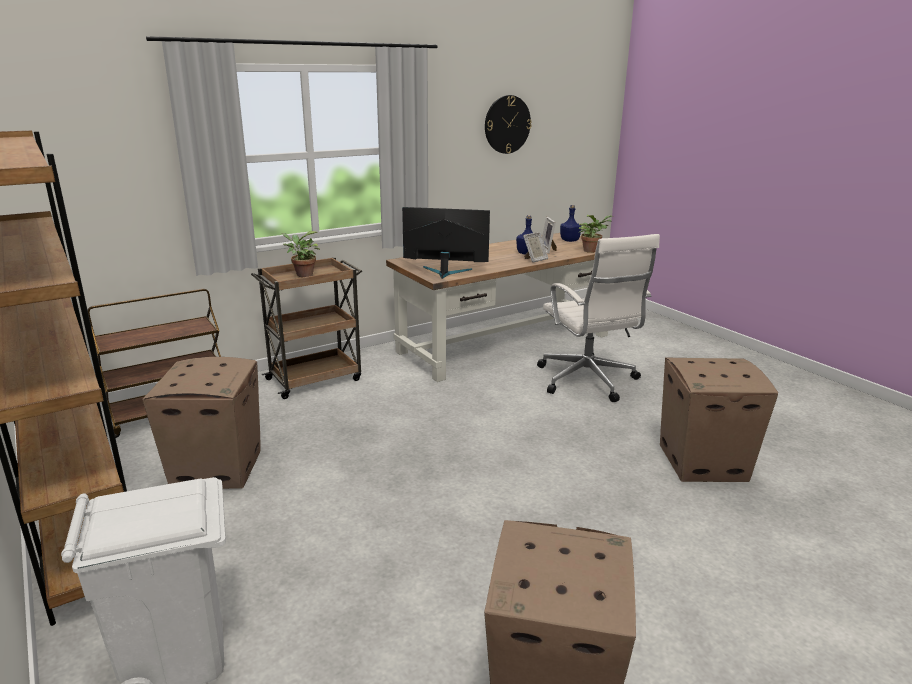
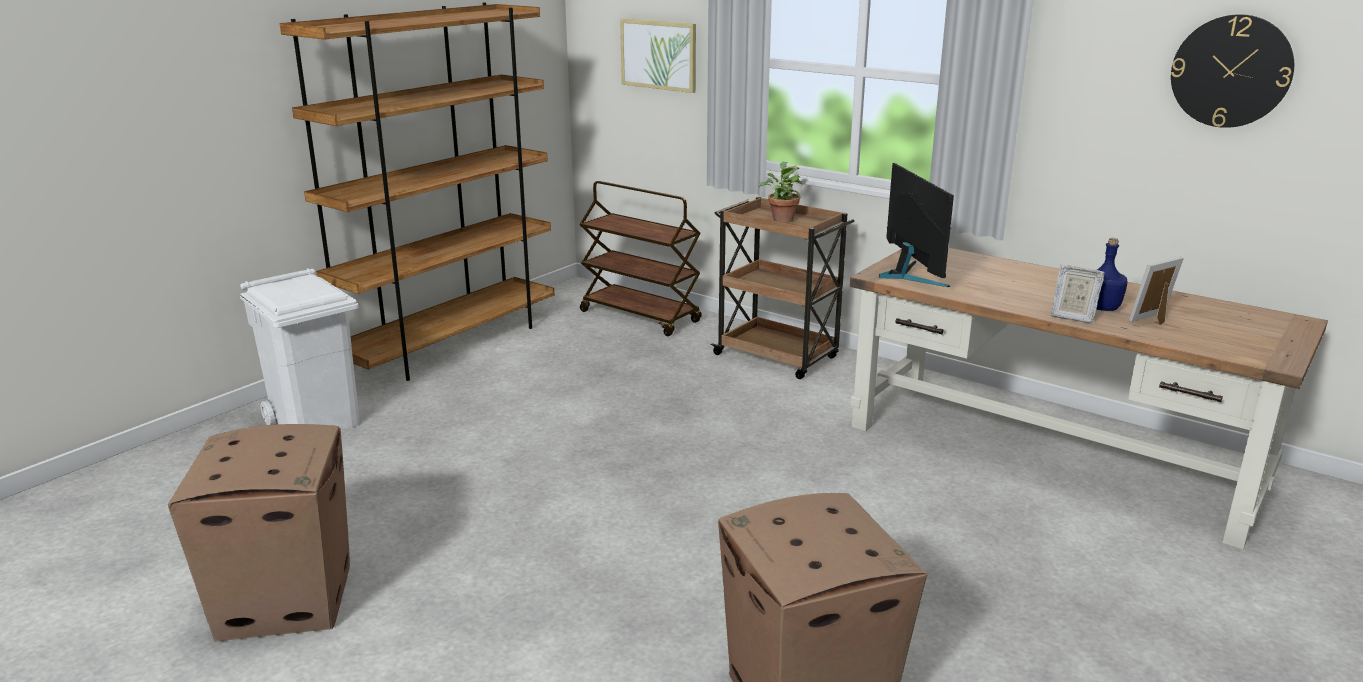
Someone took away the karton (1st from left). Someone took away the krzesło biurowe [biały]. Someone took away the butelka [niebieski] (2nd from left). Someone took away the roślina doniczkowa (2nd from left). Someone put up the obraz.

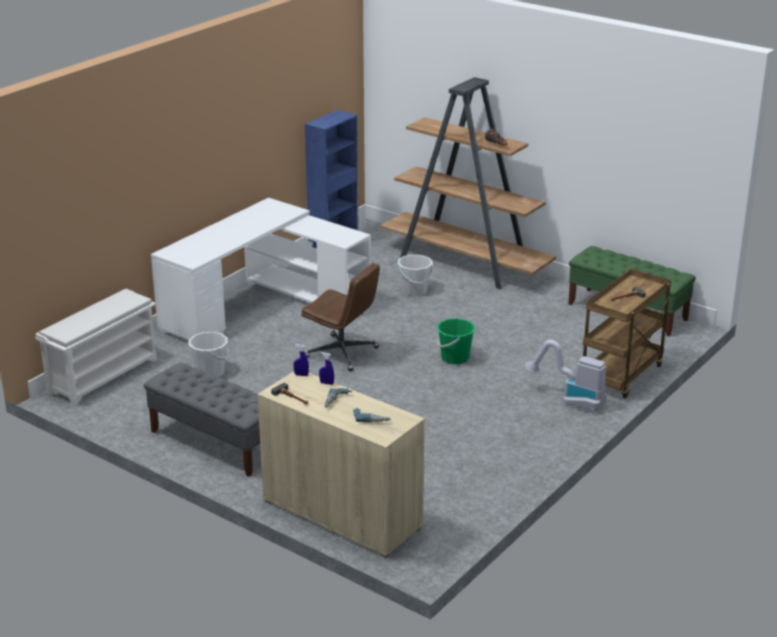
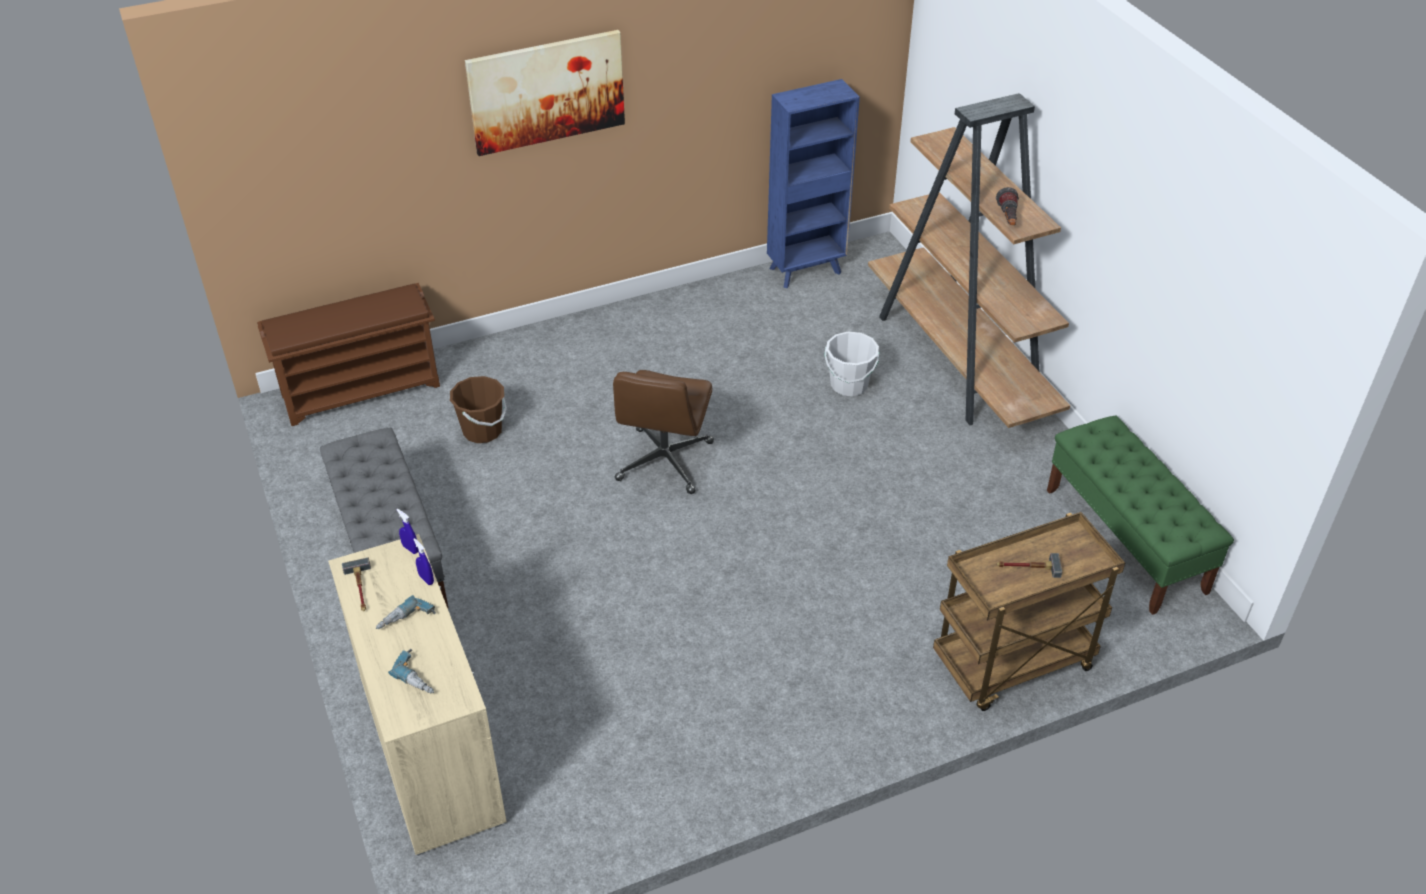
Someone repainted the regał na buty [biały], which became the regał na buty [brązowy]. Someone took away the biurko [biały]. Someone repainted the wiadro [biały] (1st from left), which became the wiadro [brązowy]. Someone rotated the krzesło biurowe [brązowy] by 45 degrees clockwise. Someone took away the wiadro [zielony]. Someone took away the odkurzacz. Someone put up the obraz.

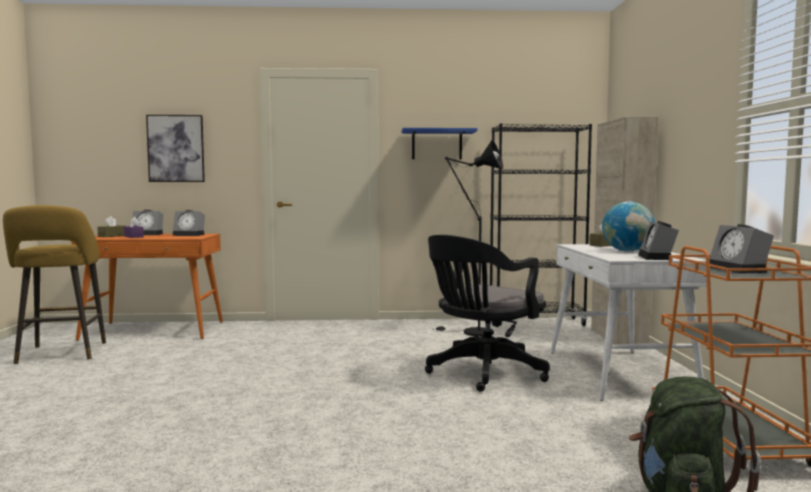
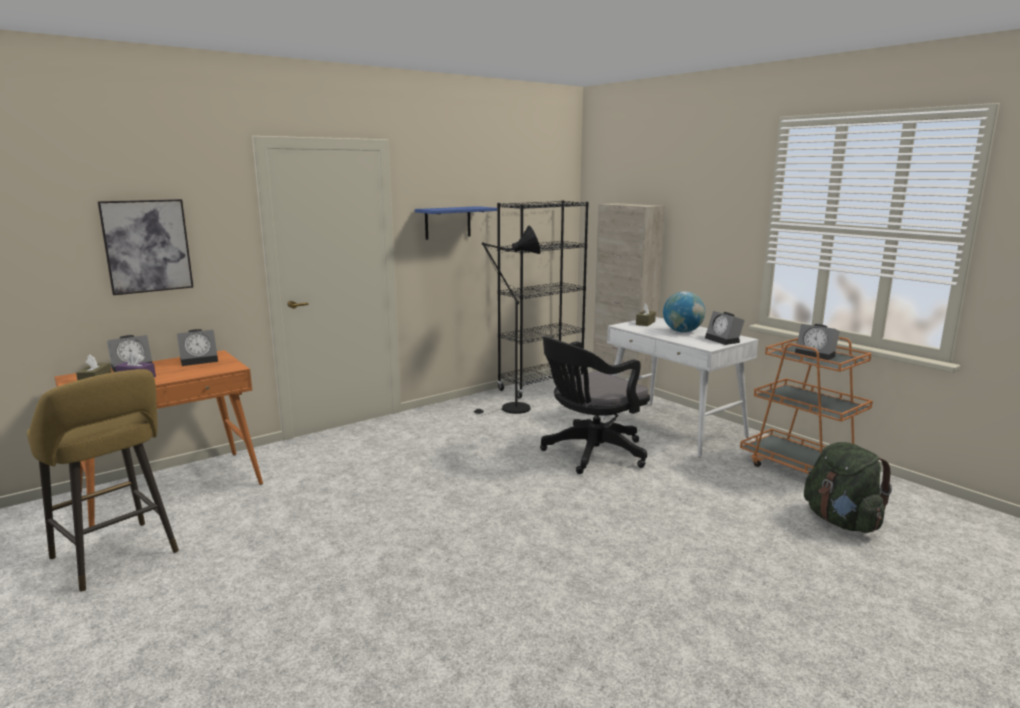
Someone rotated the krzesło biurowe [czarny] by 45 degrees clockwise.

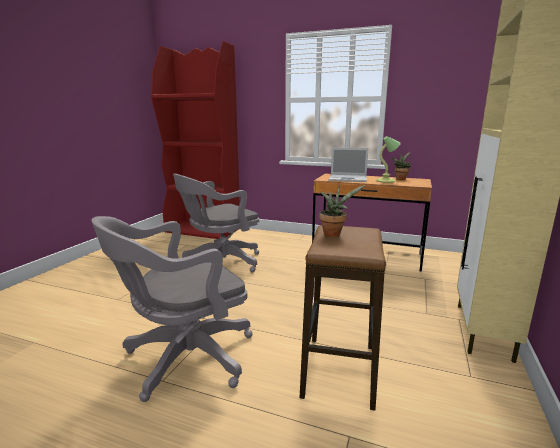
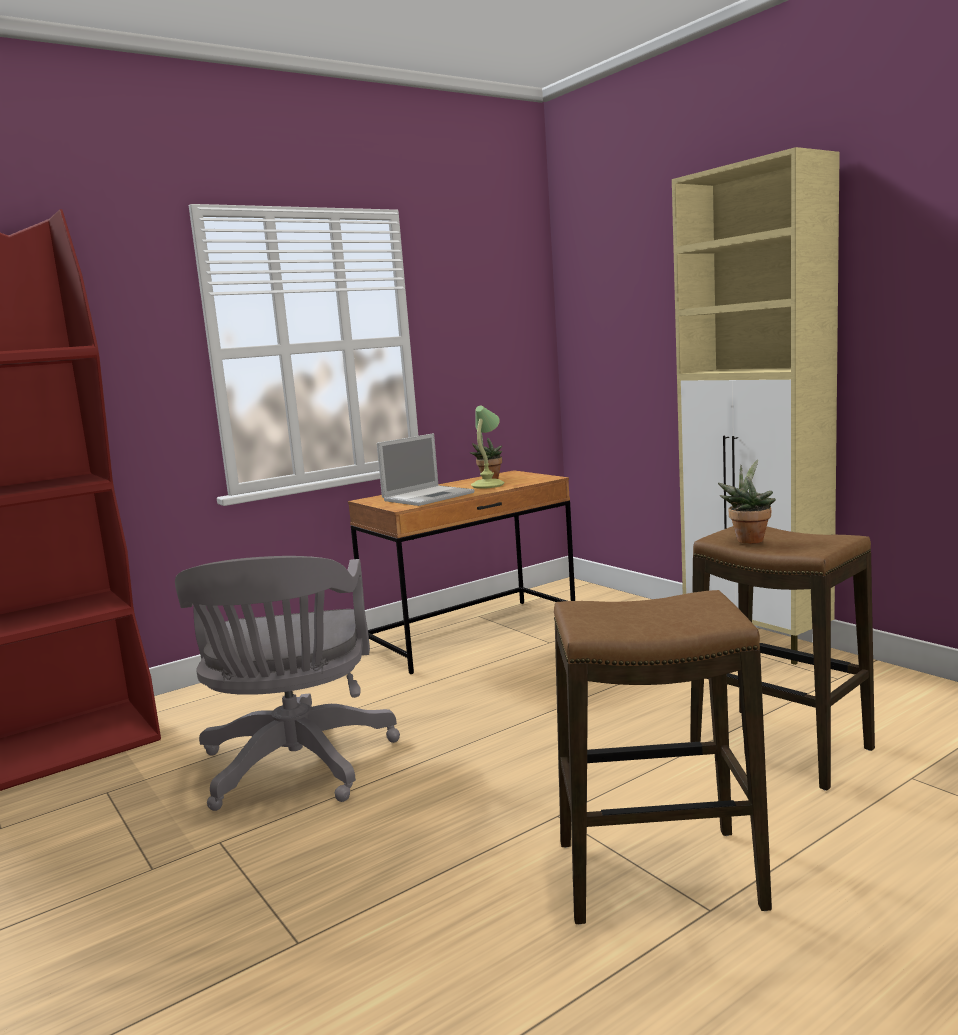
Someone swapped the krzesło biurowe [szary] (1st from left) for the stołek (1st from left).

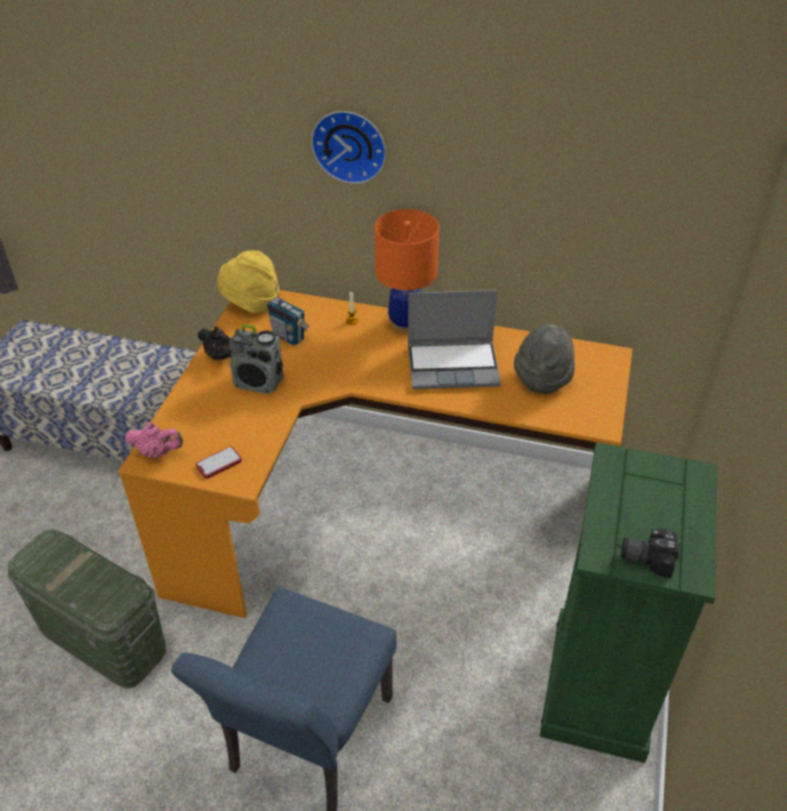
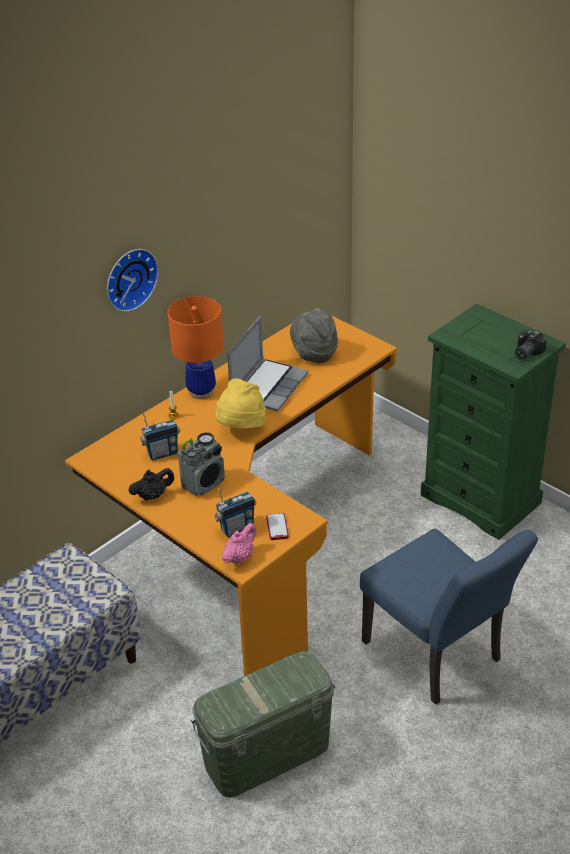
Someone carried the kapelusz [żółty]. Someone put down the radio (3rd from left).

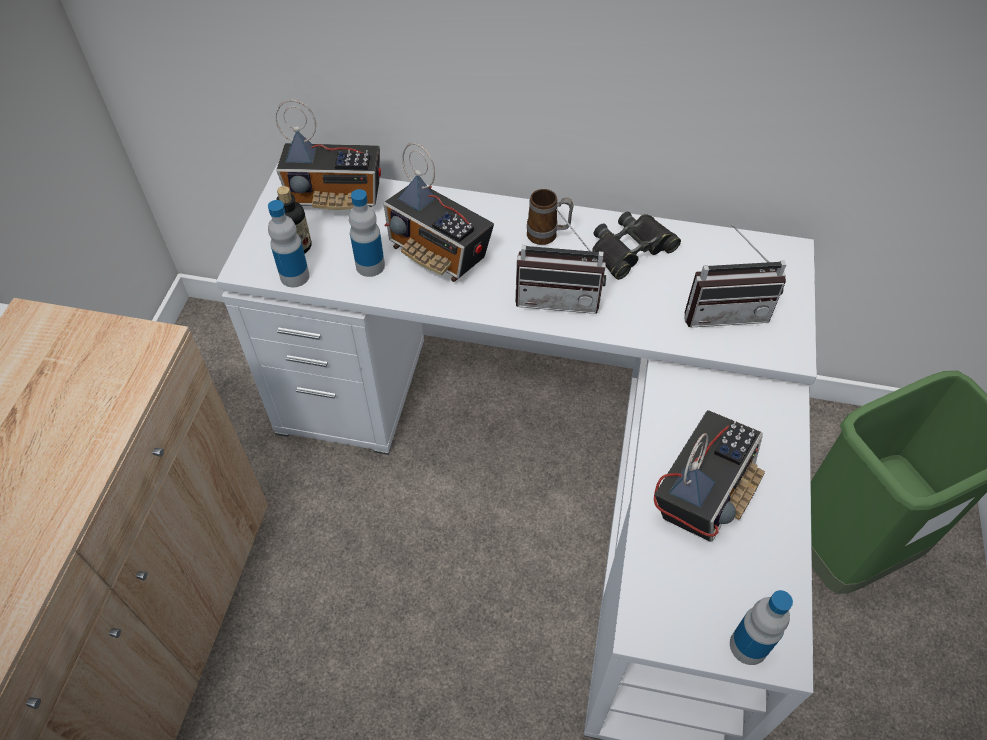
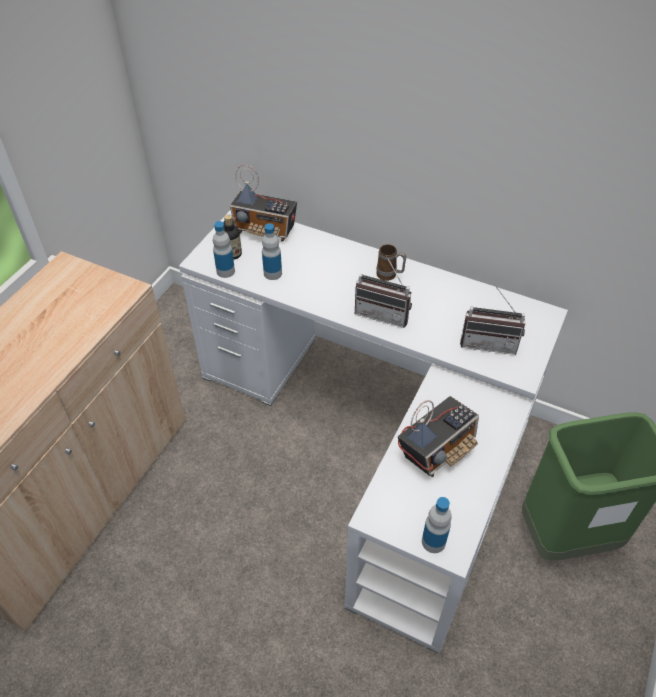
Someone took away the radio (2nd from left). Someone took away the lornetka [czarny].

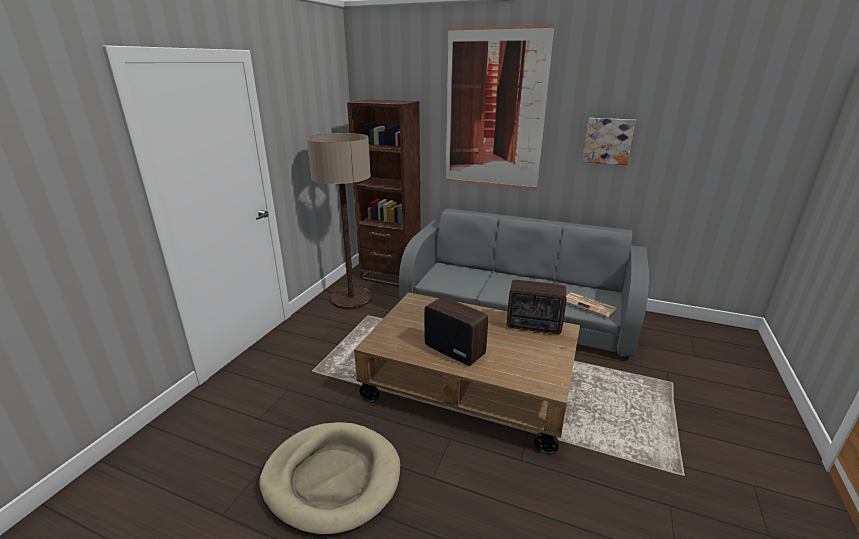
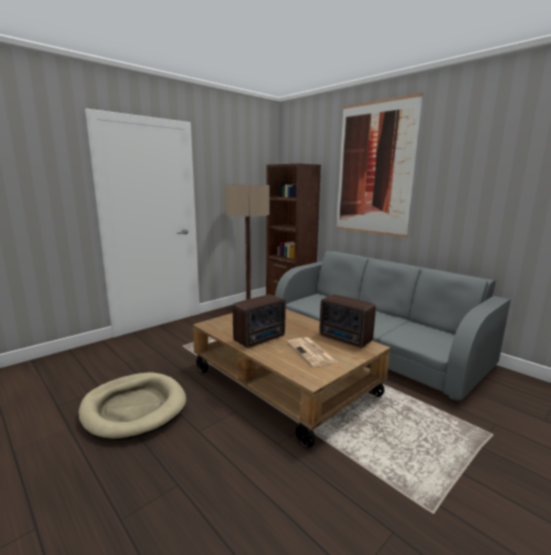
Someone rotated the radio (1st from left) by 75 degrees clockwise. Someone carried the gazeta. Someone took away the obraz (2nd from left).

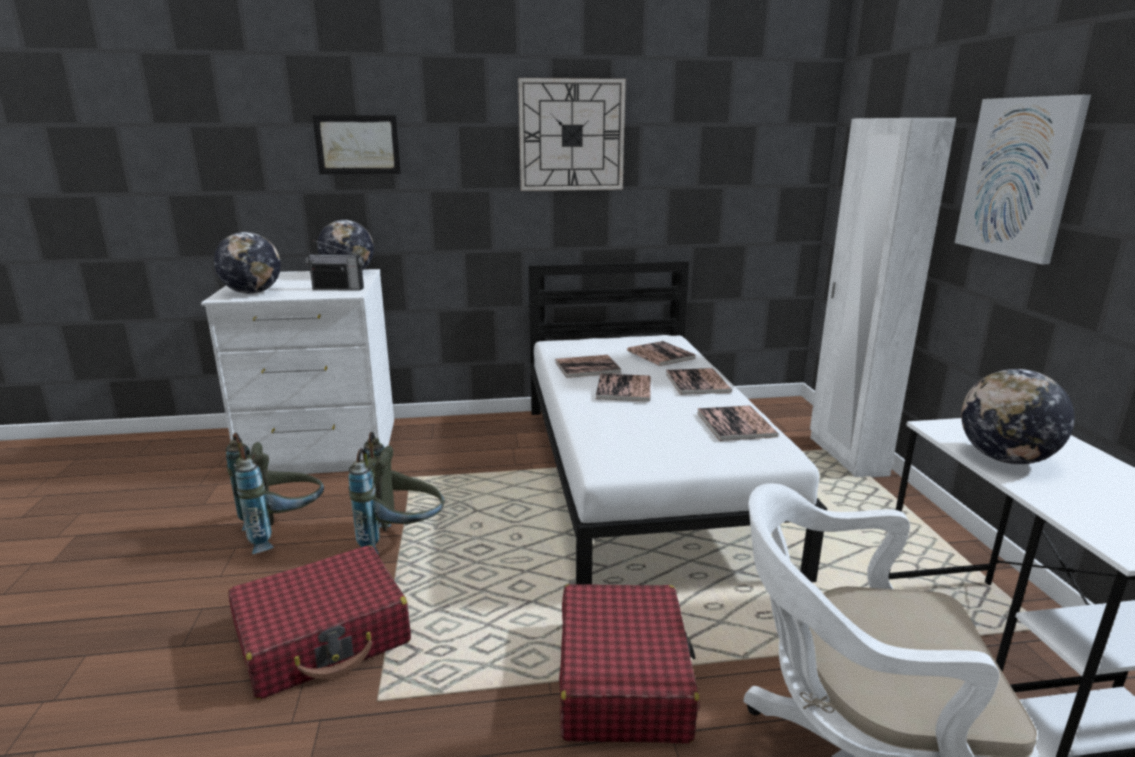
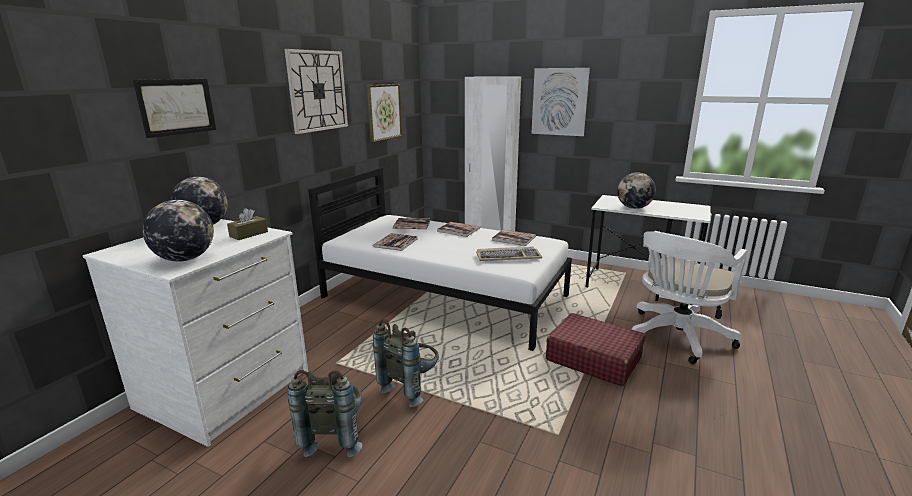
Someone took away the walizka [czerwony] (1st from left). Someone swapped the radio for the pudełko chusteczek [brązowy]. Someone took away the książka (2nd from left). Someone put up the obraz (2nd from left). Someone put down the klawiatura.

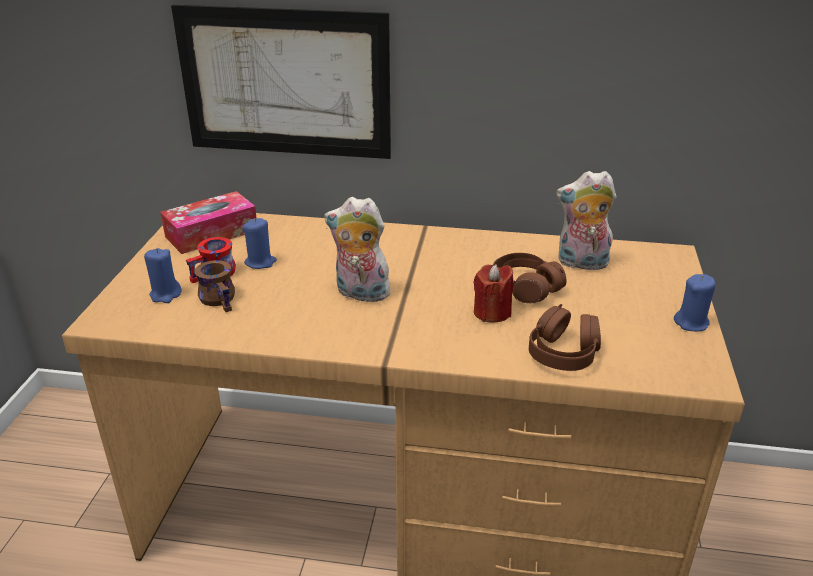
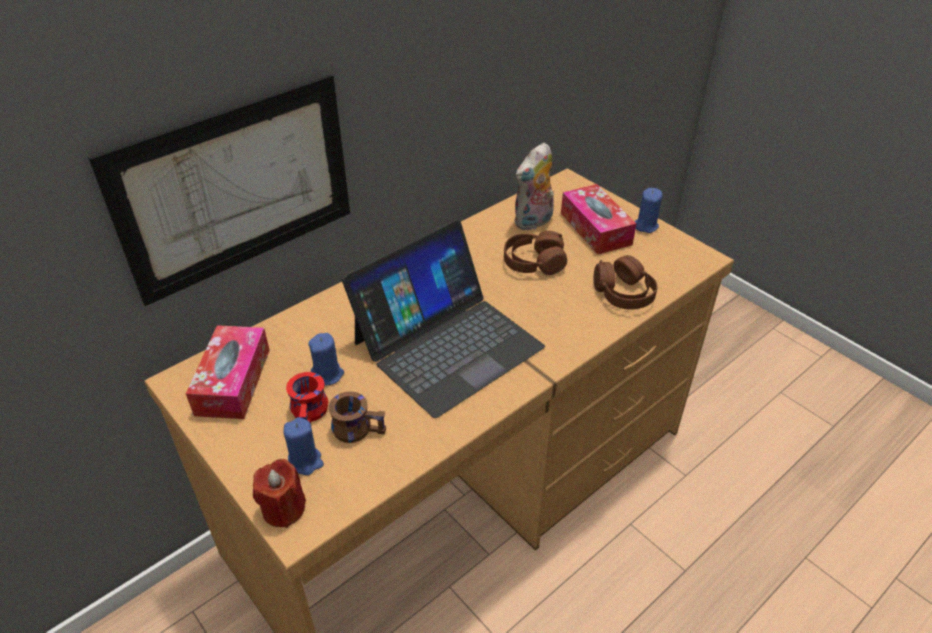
Someone swapped the pluszak (1st from left) for the laptop. Someone carried the świeca [czerwony]. Someone put down the pudełko chusteczek (2nd from left).

